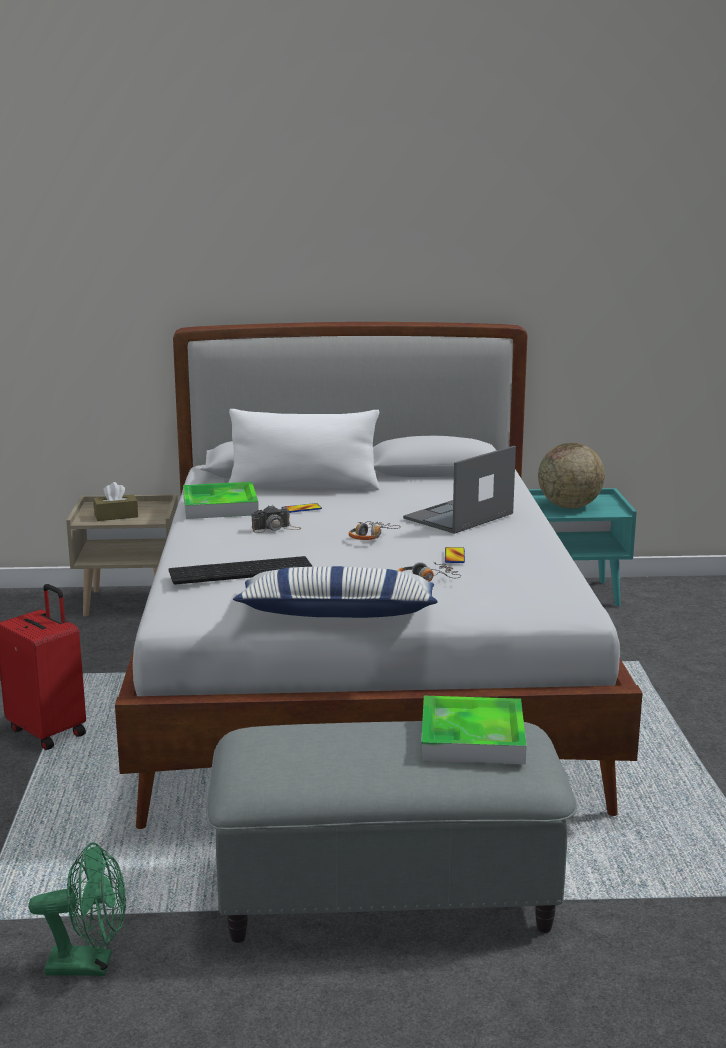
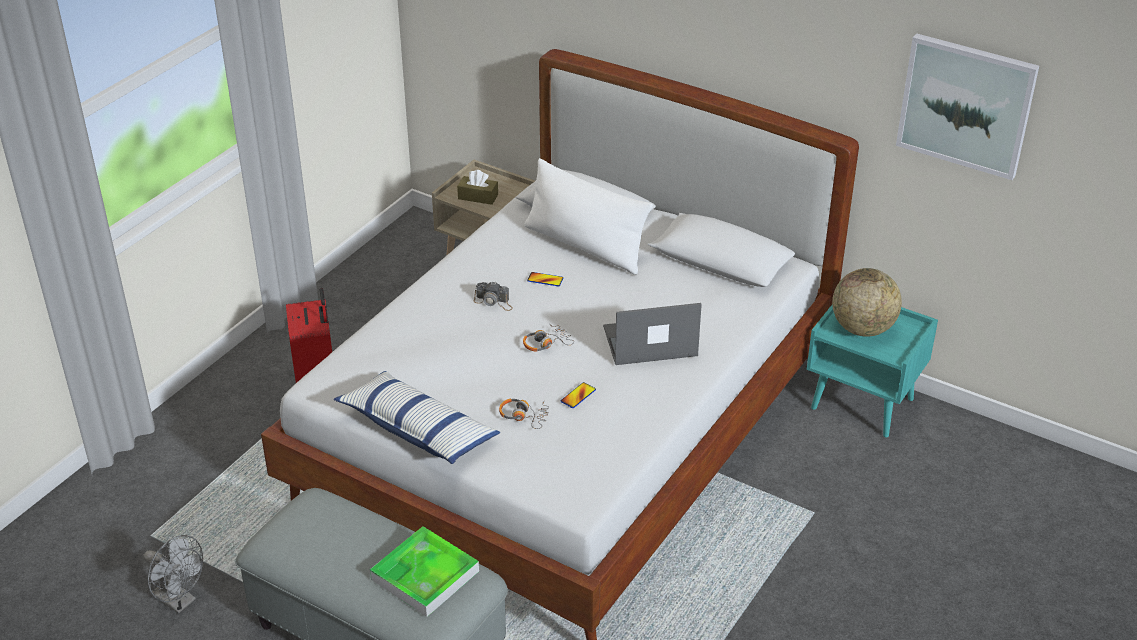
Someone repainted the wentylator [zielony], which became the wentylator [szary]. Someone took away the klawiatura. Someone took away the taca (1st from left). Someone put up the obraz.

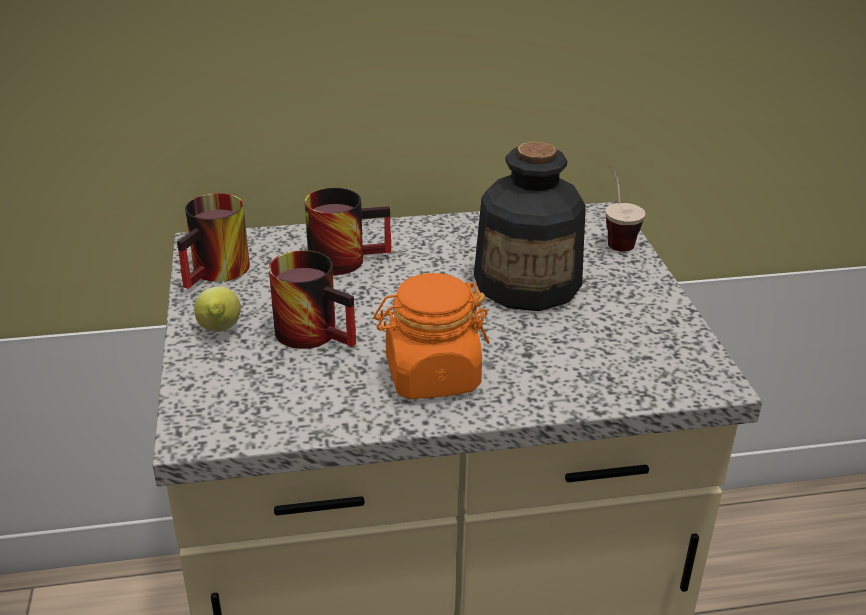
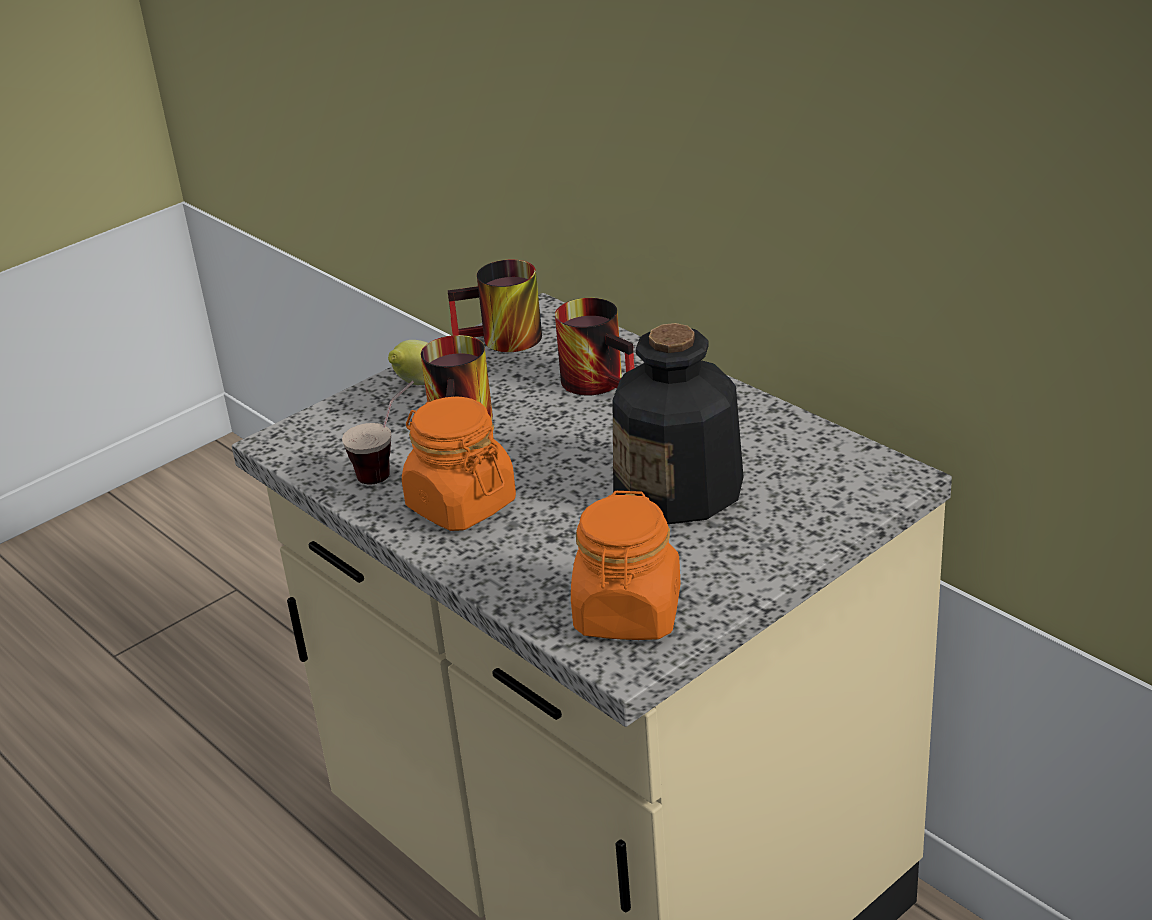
Someone carried the filiżanka. Someone put down the słoik [pomarańczowy] (2nd from left).

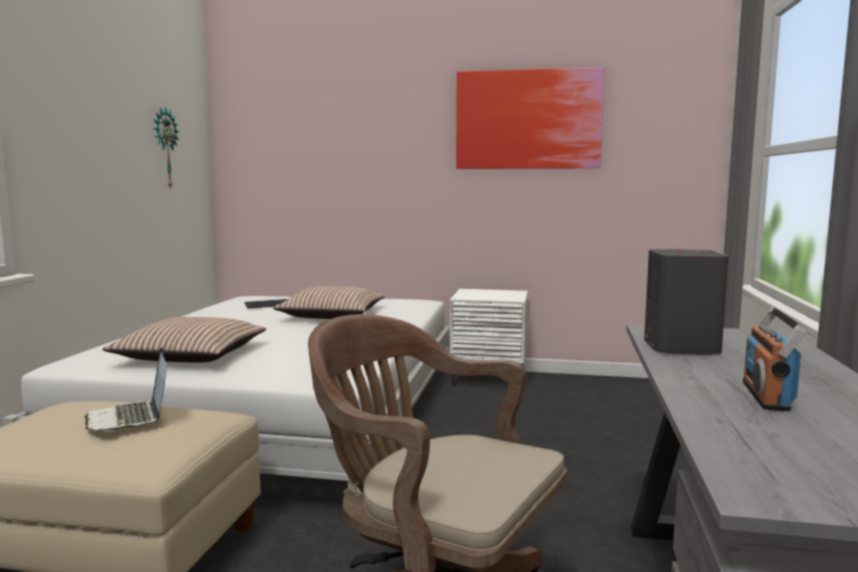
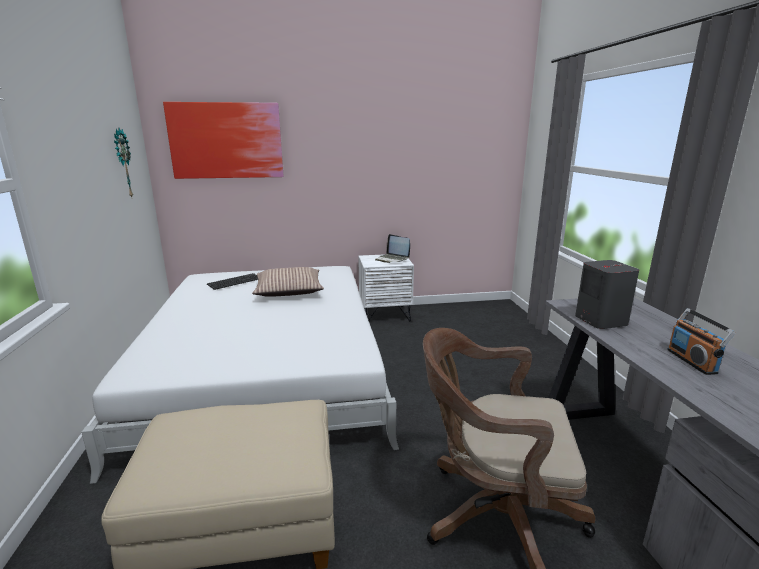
Someone carried the laptop. Someone took away the poduszka (1st from left). Someone carried the obraz.

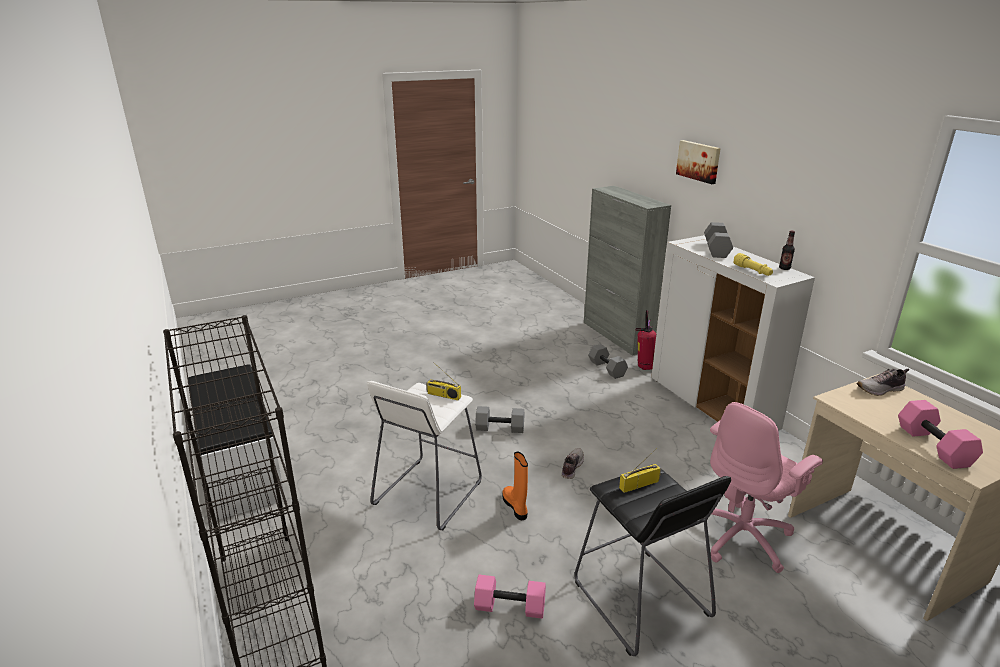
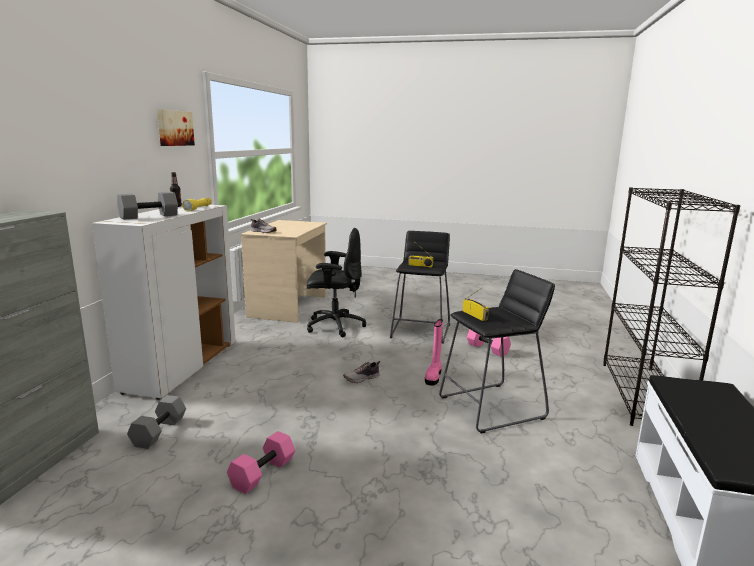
Someone repainted the stołek [biały], which became the stołek [czarny] (2nd from left). Someone took away the hantel [szary] (1st from left). Someone repainted the but z cholewką [pomarańczowy], which became the but z cholewką [różowy]. Someone took away the gaśnica. Someone carried the obraz. Someone repainted the krzesło biurowe [różowy], which became the krzesło biurowe [czarny]. Someone carried the hantel [różowy] (2nd from left in the first image).

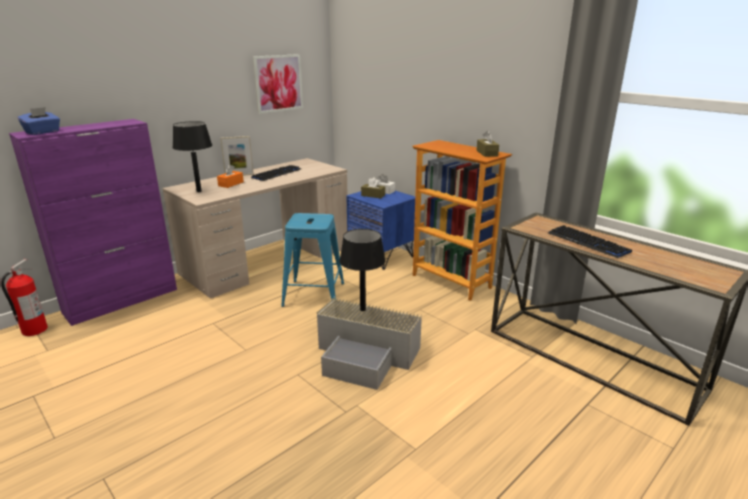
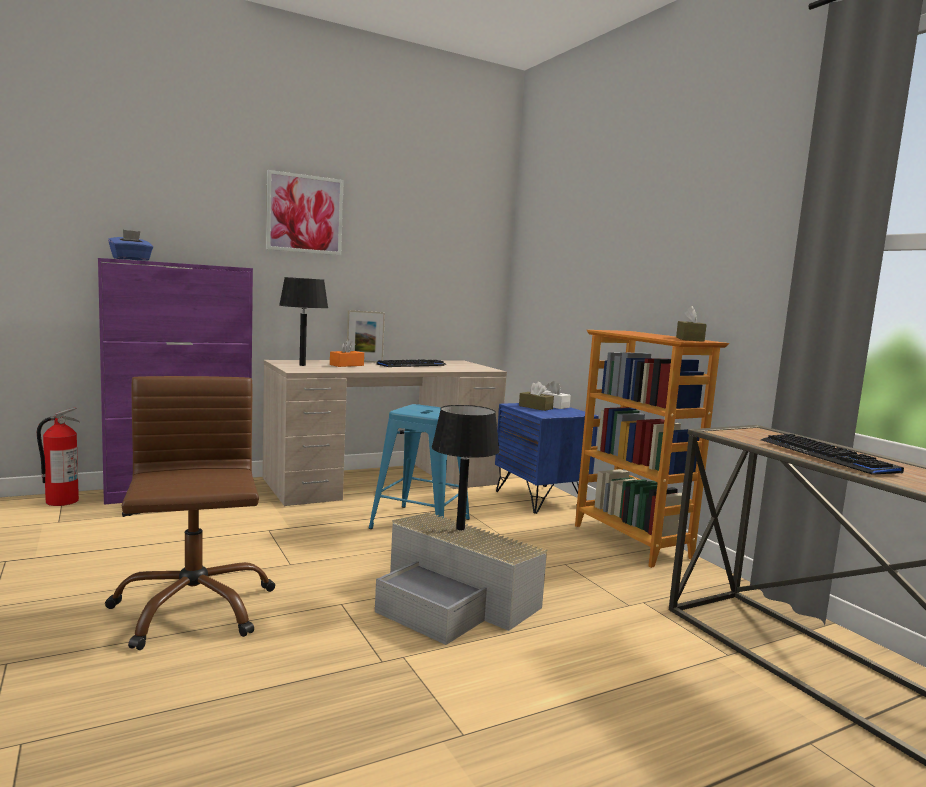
Someone carried the obraz. Someone put down the krzesło biurowe [brązowy].

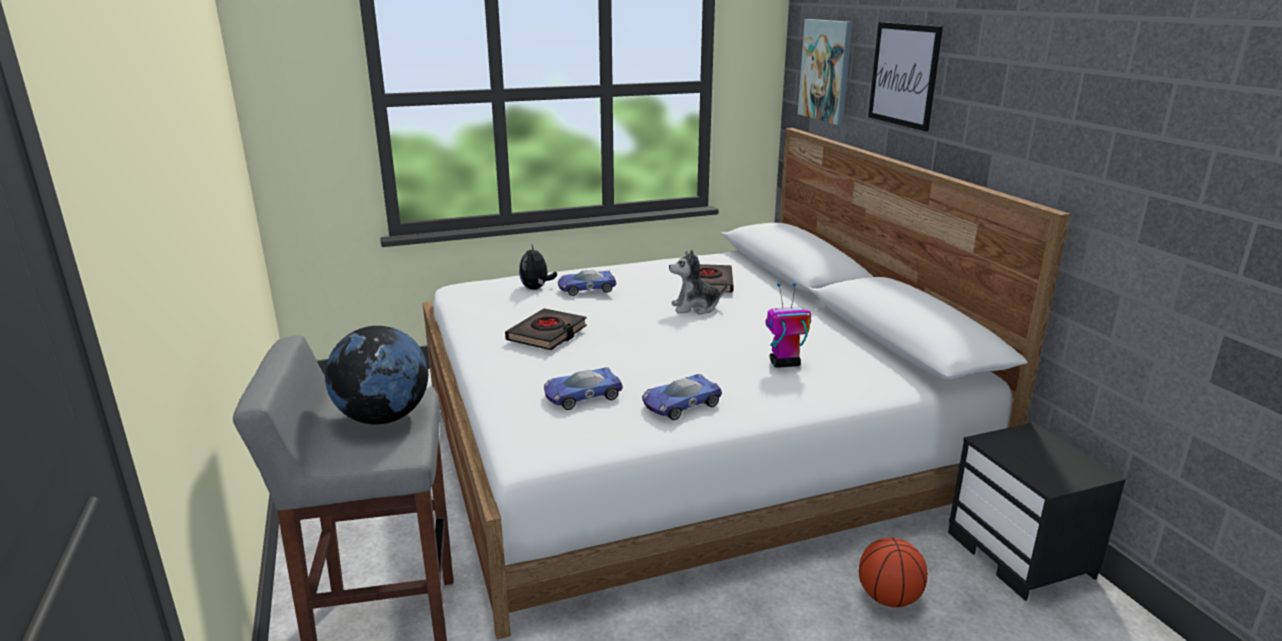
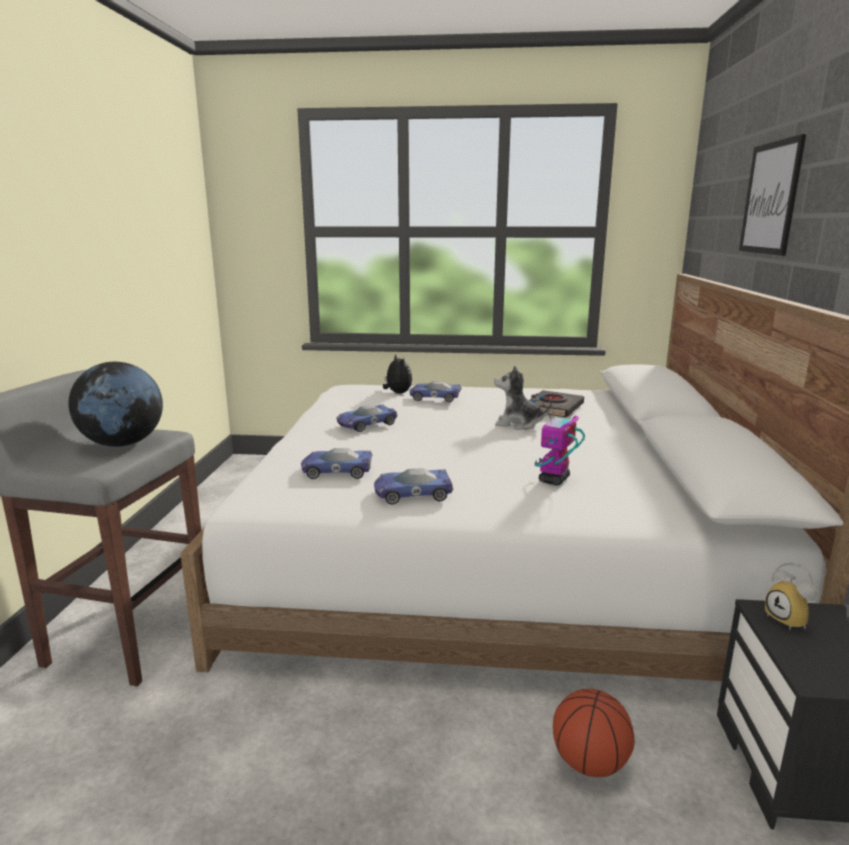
Someone swapped the książka [czarny] (1st from left) for the samochodzik (2nd from left). Someone rotated the pluszak (1st from left) by 135 degrees clockwise. Someone rotated the robot zabawkowy by 75 degrees counterclockwise. Someone took away the obraz (1st from left). Someone put down the budzik.

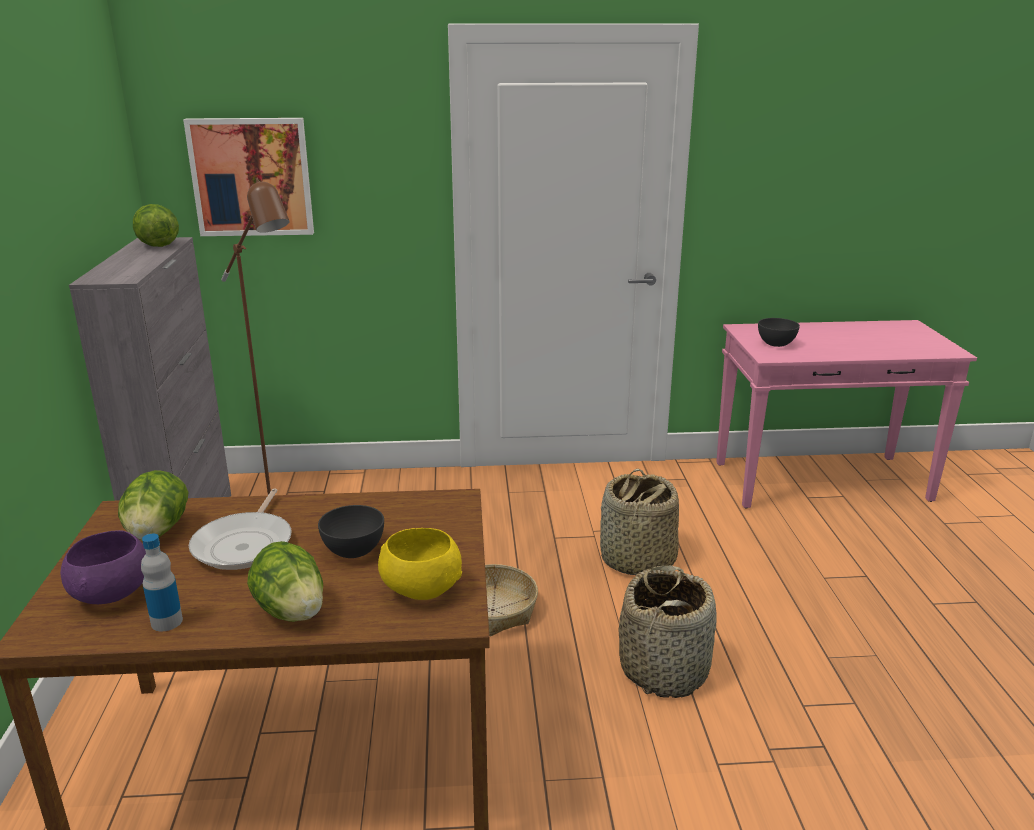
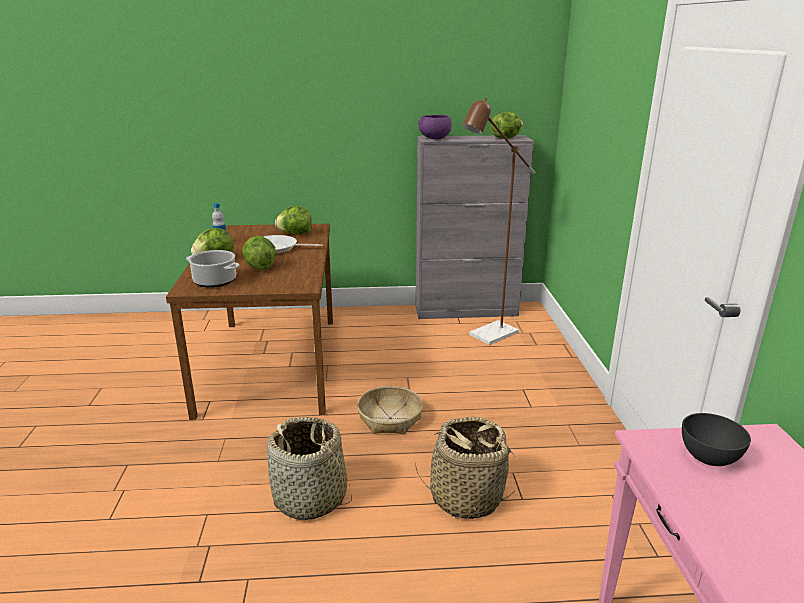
Someone carried the miska [fioletowy]. Someone took away the obraz. Someone swapped the miska [szary] (1st from left) for the sałata (2nd from left). Someone swapped the miska [żółty] for the garnek.

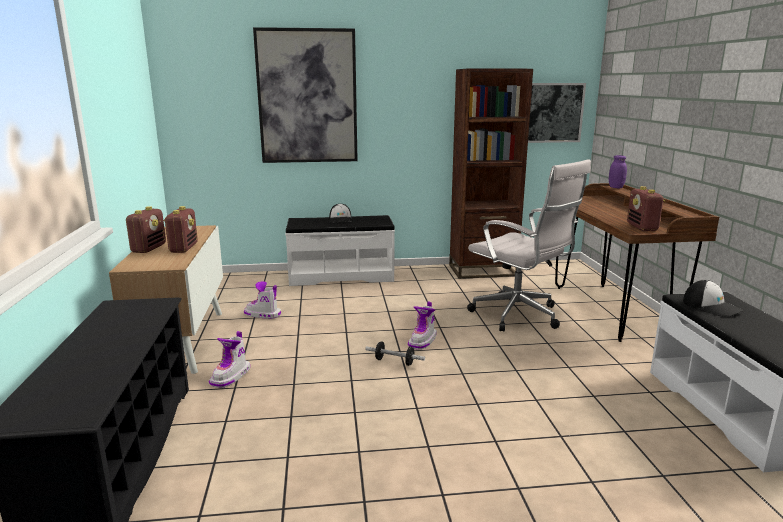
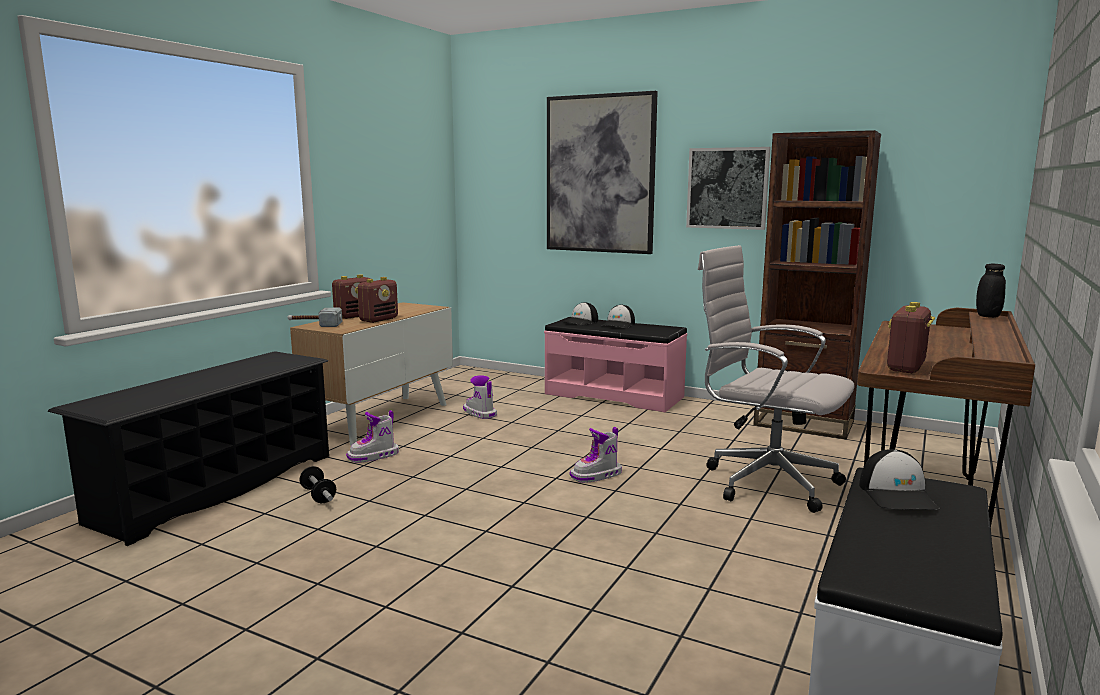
Someone repainted the ławka [biały] (1st from left), which became the ławka [różowy]. Someone carried the hantel. Someone rotated the krzesło biurowe [biały] by 135 degrees clockwise. Someone carried the obraz (2nd from left). Someone repainted the słoik [fioletowy], which became the słoik [czarny]. Someone put down the młotek. Someone put down the czapka z daszkiem (1st from left).

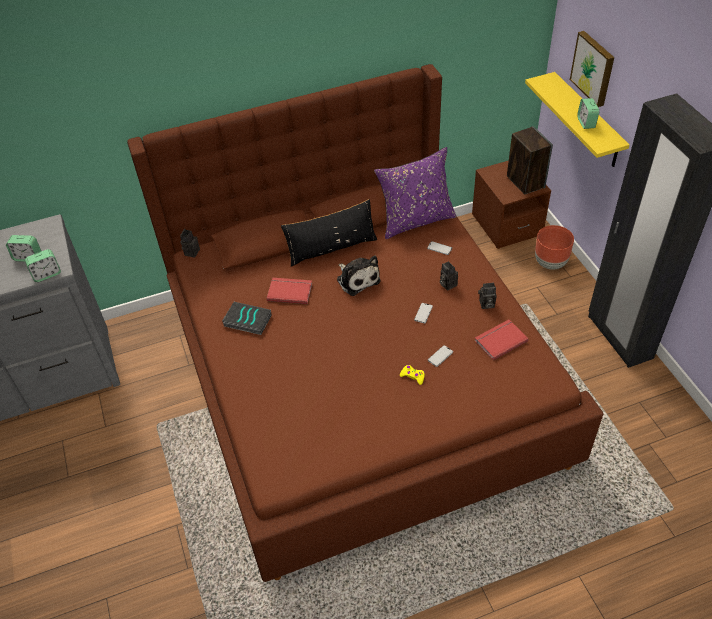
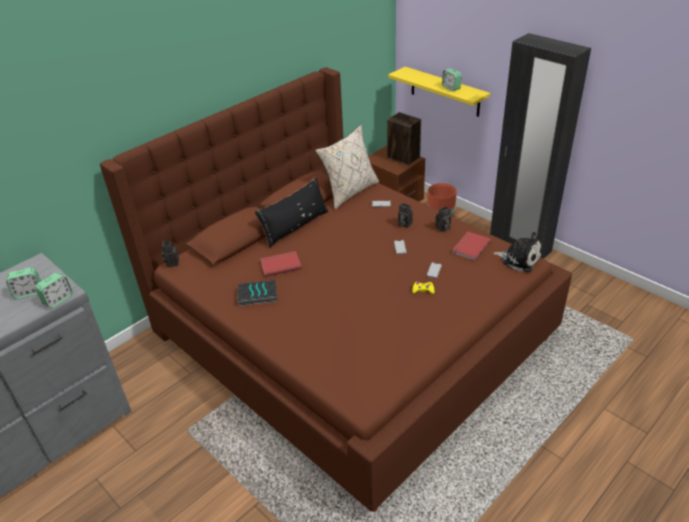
Someone carried the pluszak. Someone repainted the poduszka [fioletowy], which became the poduszka [beżowy]. Someone took away the obraz.

